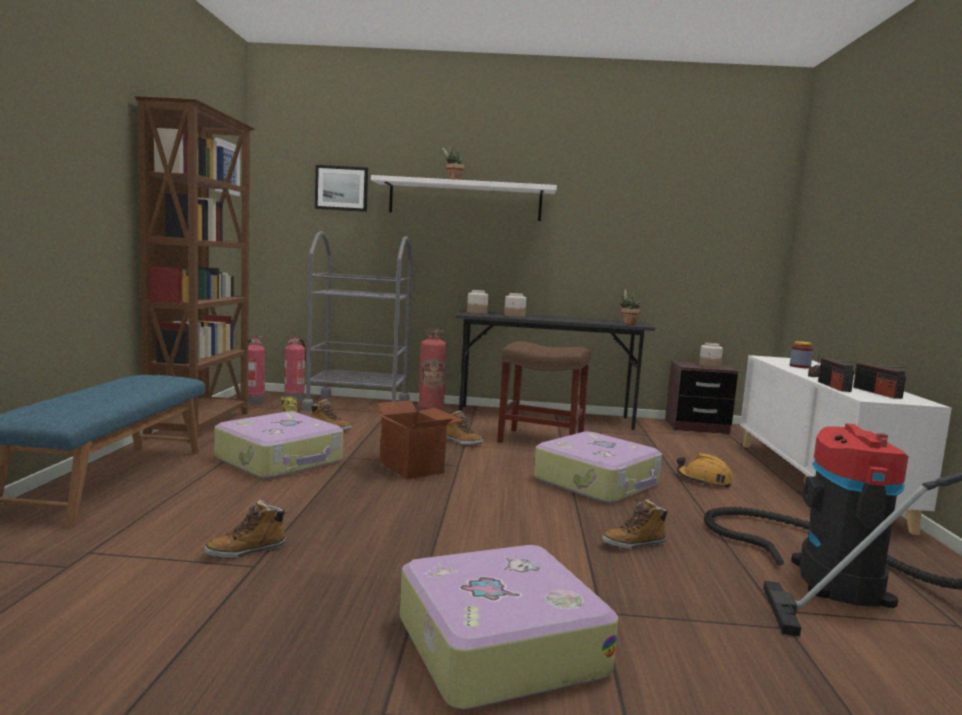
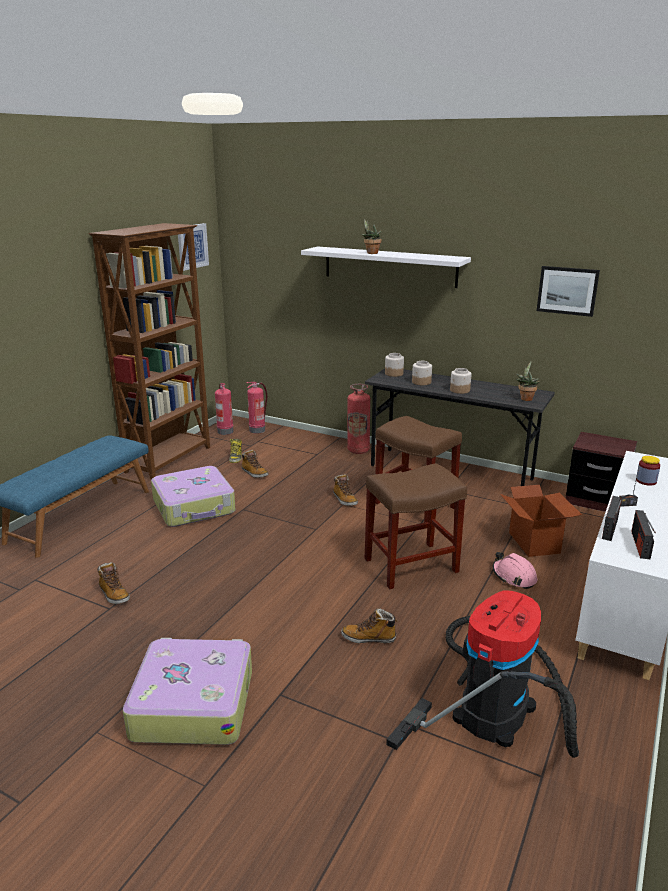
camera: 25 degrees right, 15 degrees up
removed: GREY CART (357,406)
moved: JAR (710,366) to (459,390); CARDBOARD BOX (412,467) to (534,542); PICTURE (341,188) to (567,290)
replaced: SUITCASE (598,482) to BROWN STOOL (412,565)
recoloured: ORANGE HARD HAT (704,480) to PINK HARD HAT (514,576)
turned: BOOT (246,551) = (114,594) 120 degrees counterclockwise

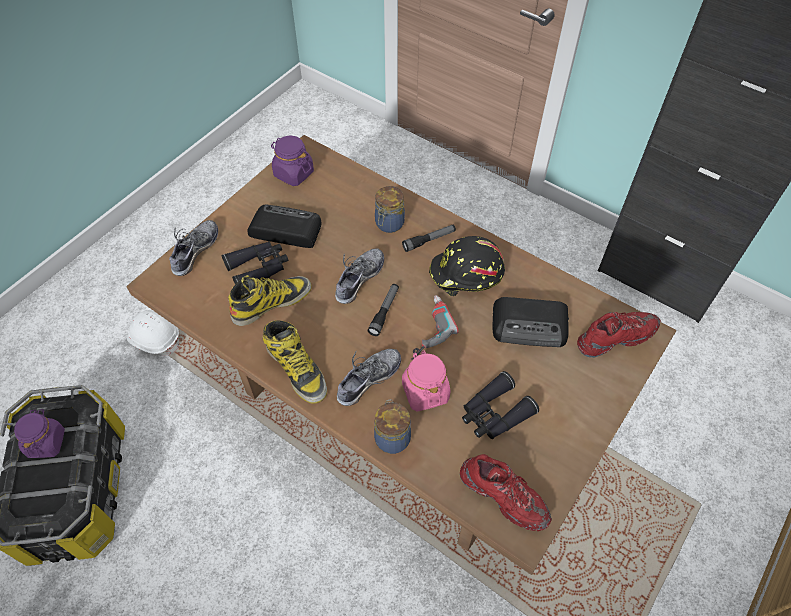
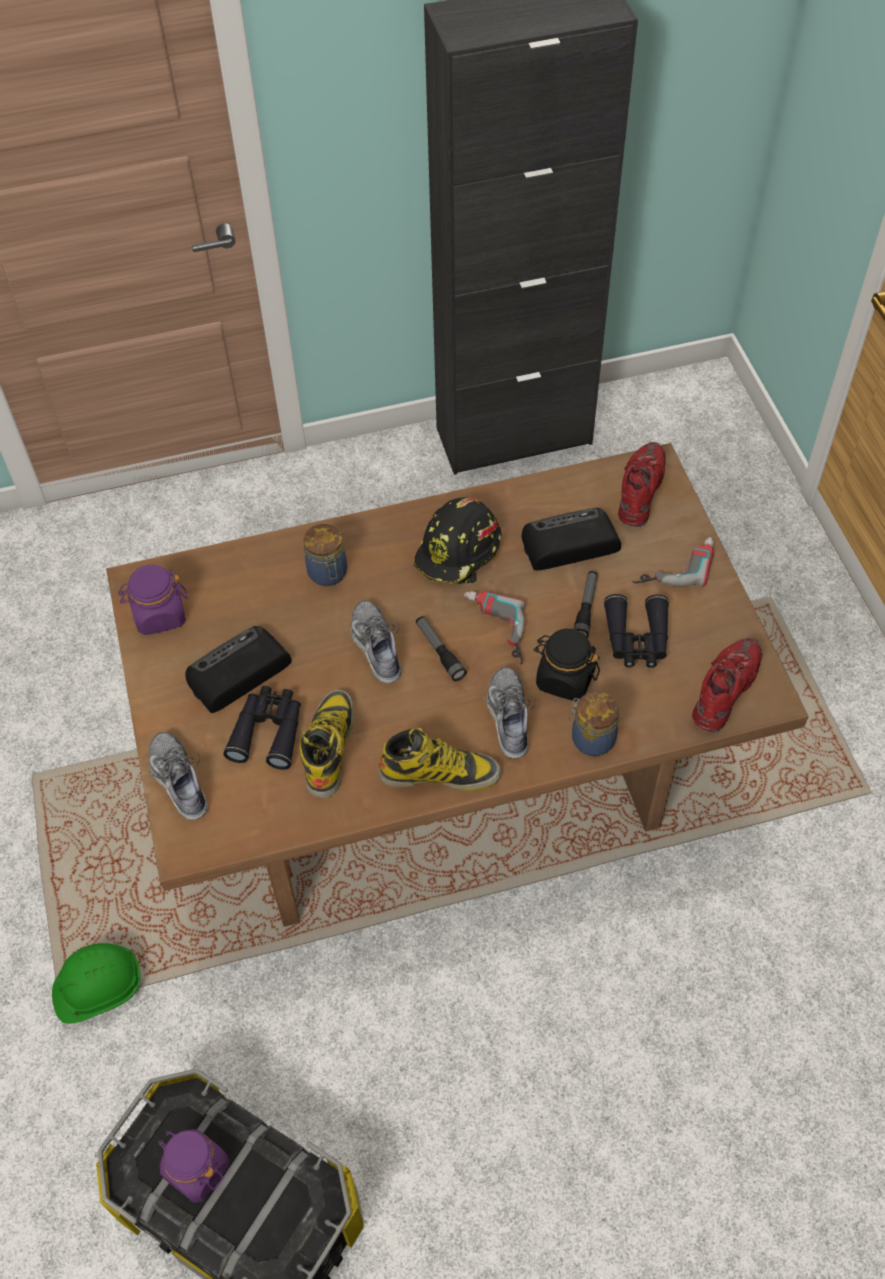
camera: 50 degrees left, 0 degrees up
added: POWER DRILL (674,565)
moved: FLASHLIGHT (429,240) to (586,608)
recoloured: WHITE HARD HAT (155,338) to GREEN HARD HAT (98,988); PINK JAR (425,391) to BLACK JAR (564,679)
turned: RADIO (530,326) = (568,544) 150 degrees counterclockwise; RED SHOE (503,496) = (724,691) 45 degrees counterclockwise

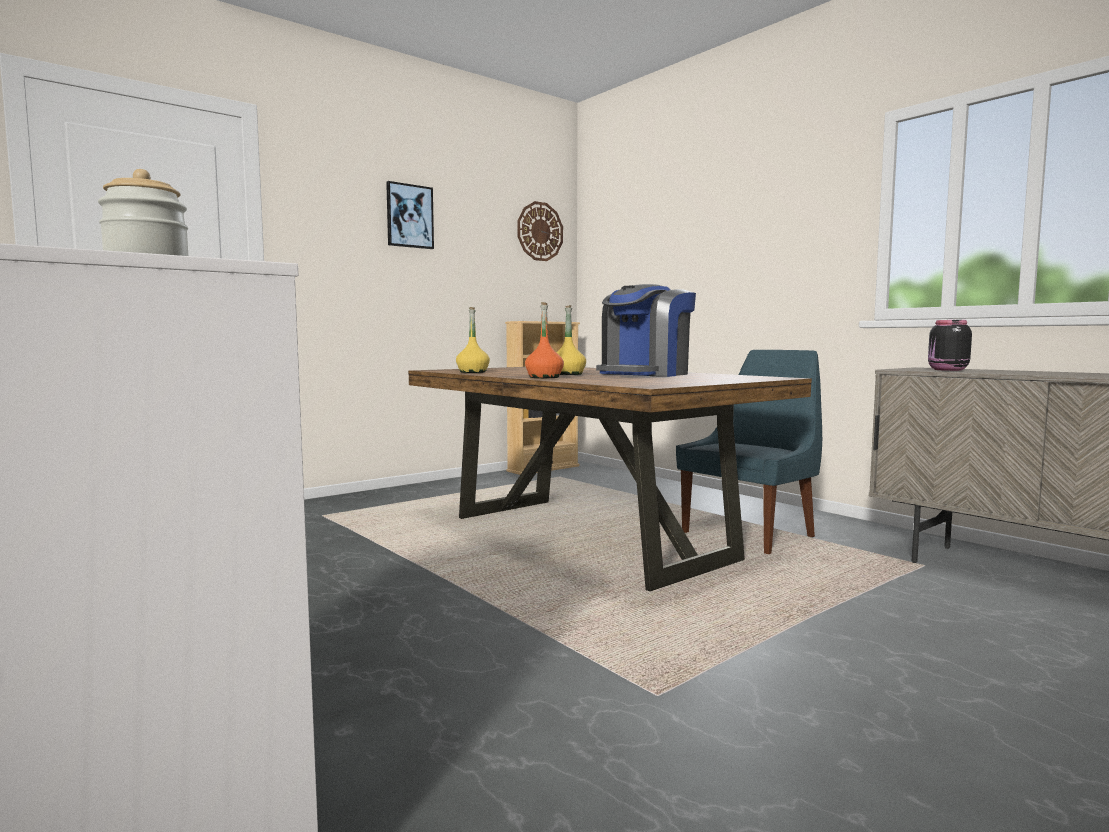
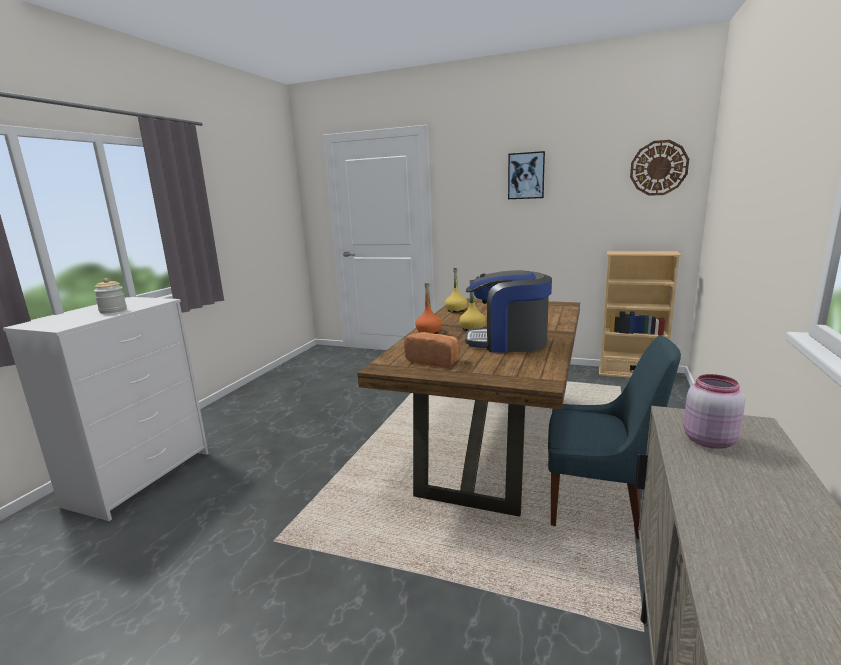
camera: 60 degrees right, 10 degrees up
added: BREAD (435,360)
recoloured: BLACK JAR (947,370) to PINK JAR (707,440)

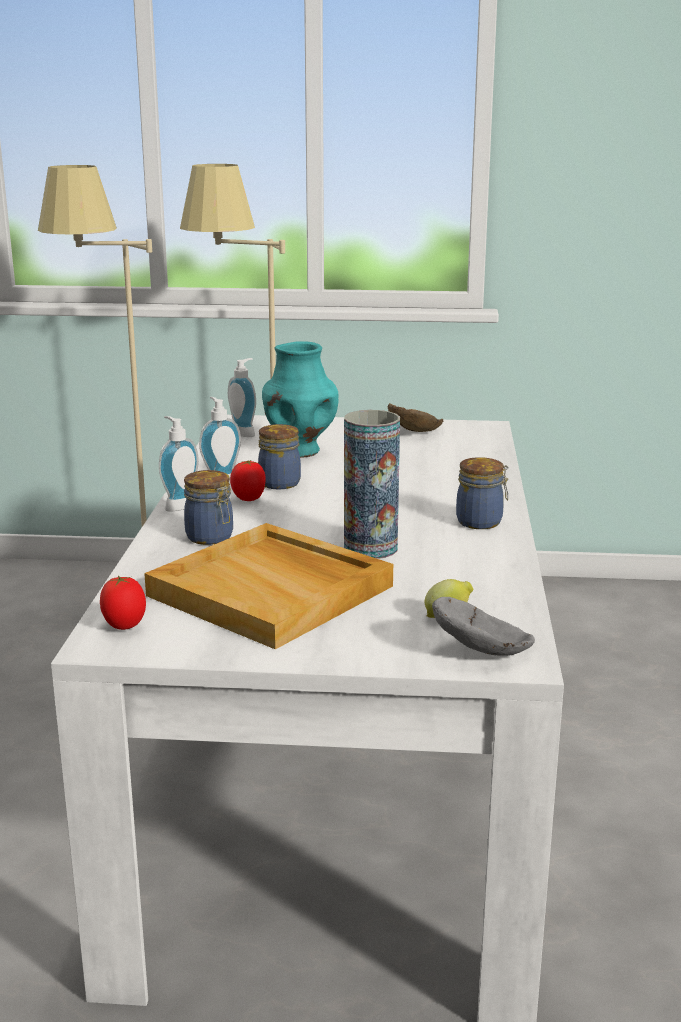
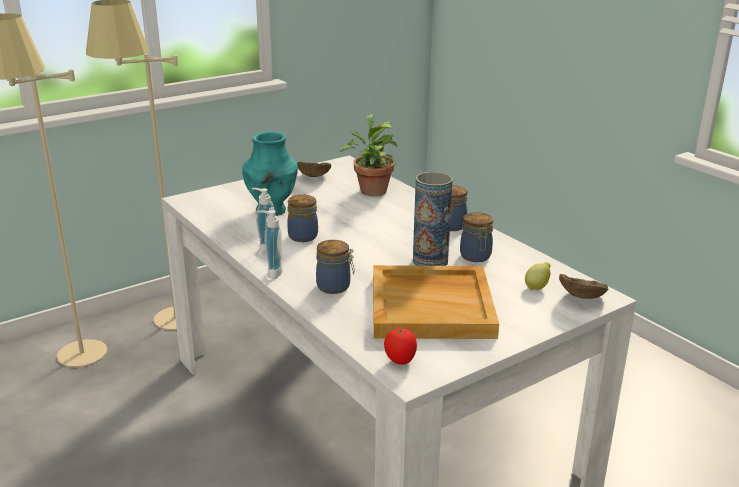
camera: 40 degrees left, 5 degrees up
removed: SOAP DISPENSER (245,433); TOMATO (249,499)
added: POTTED PLANT (371,190); JAR (475,257)
recoloured: GREY BOWL (485,652) to BROWN BOWL (583,298)

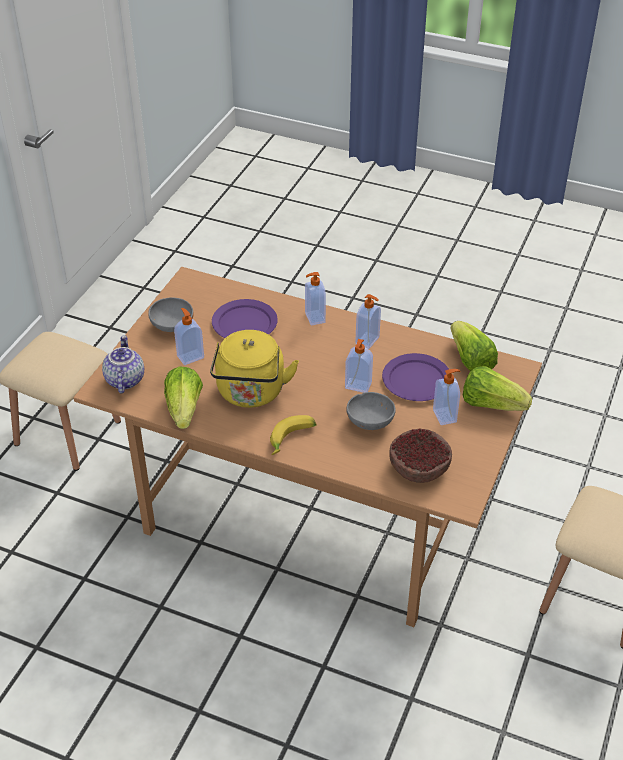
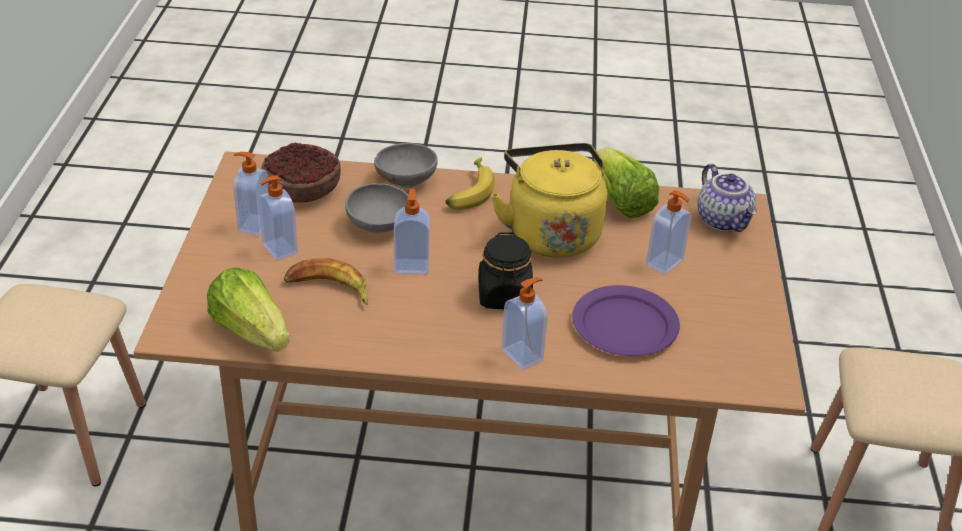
camera: 160 degrees right, 5 degrees down
removed: LETTUCE (491,404)
added: BLACK JAR (504,296)
moved: SOAP DISPENSER (368,340) to (253,225); GREY BOWL (172,327) to (405,180)
replaced: PURPLE PLATE (417,380) to BANANA (328,288)

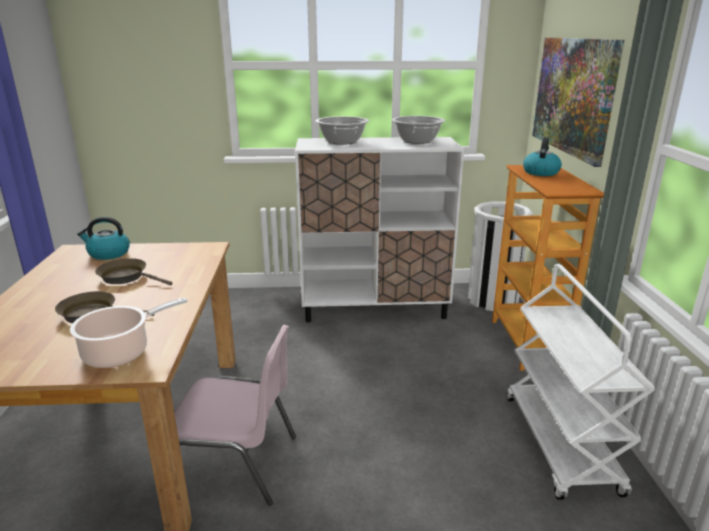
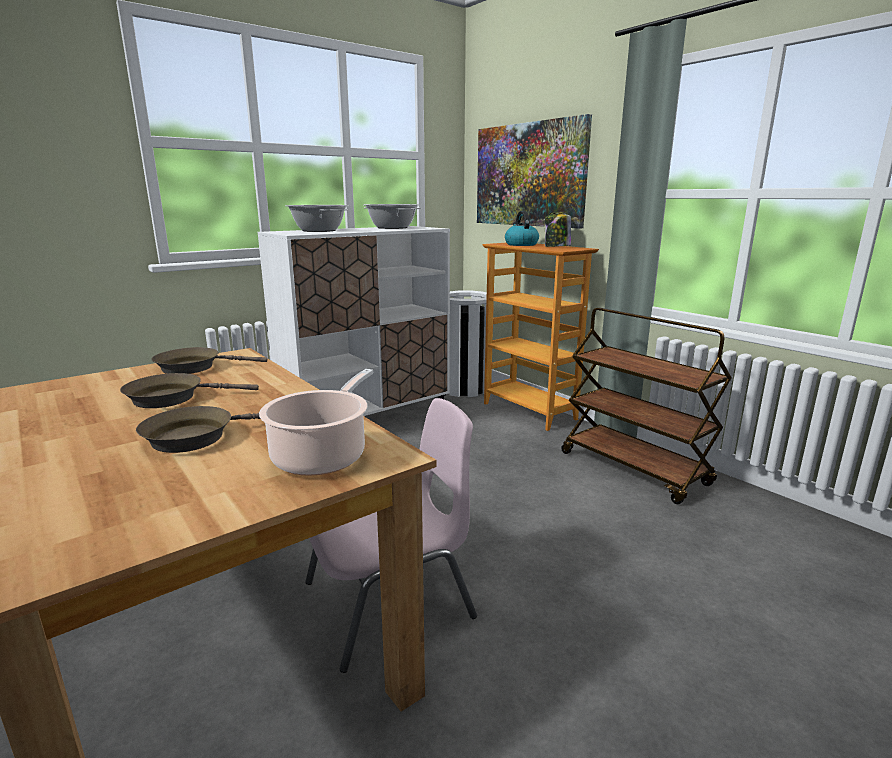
camera: 35 degrees left, 5 degrees down
removed: KETTLE (108,254)
added: BROWN FRYING PAN (194,367); JAR (556,247)
recoloured: WHITE CART (560,444) to BROWN CART (634,469)

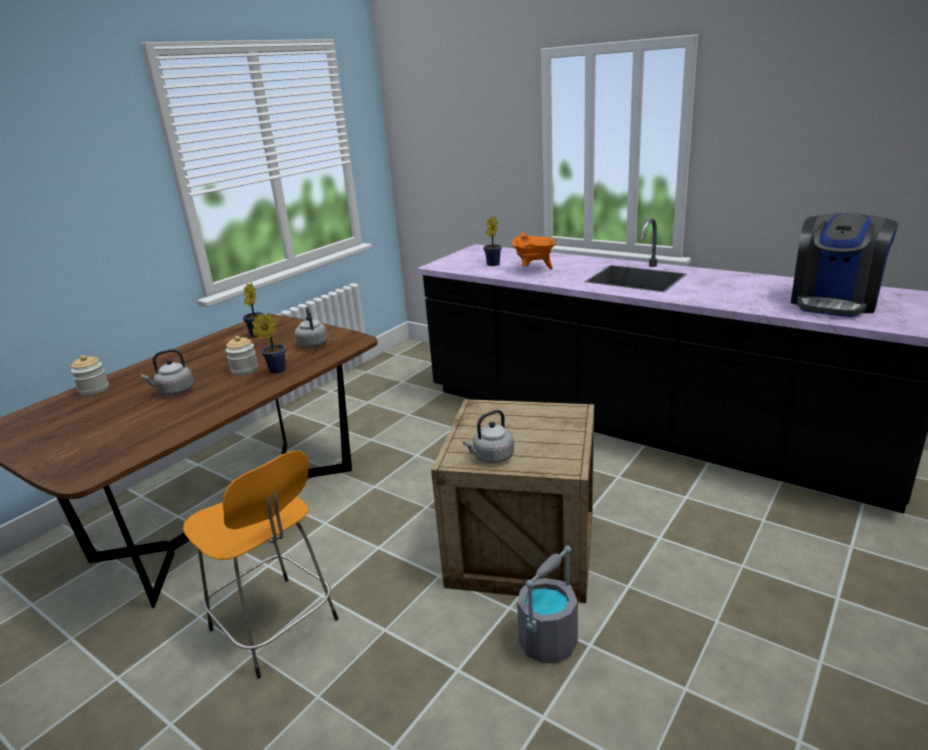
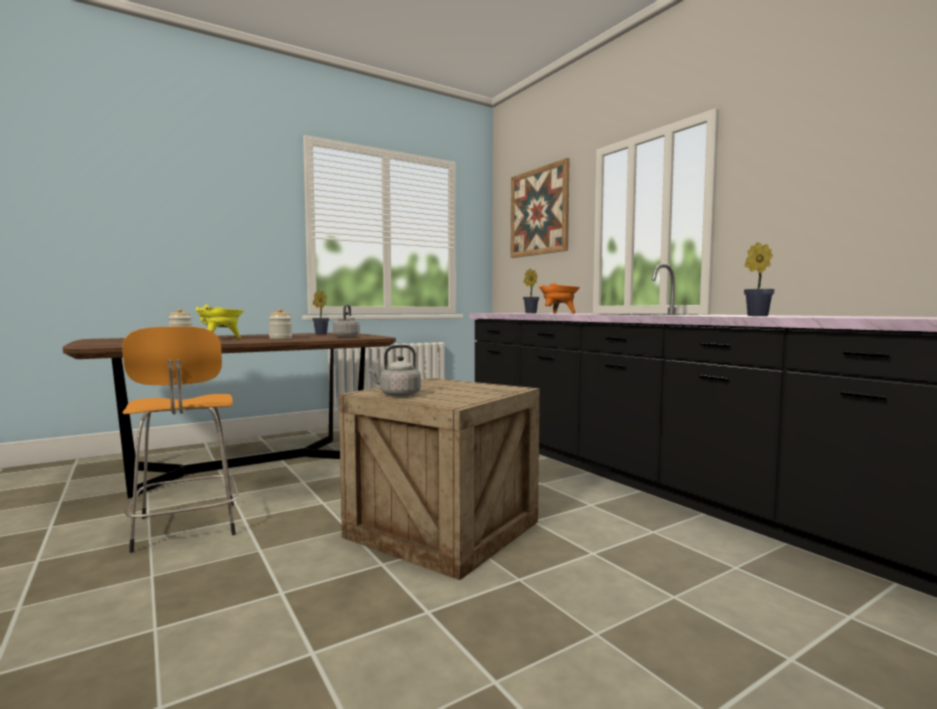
camera: 20 degrees right, 20 degrees down
removed: GREY BUCKET (547,642); COFFEE MACHINE (834,302)
added: PICTURE (539,212)
moved: POTTED PLANT (275,371) to (755,316)
replaced: GREY KETTLE (174,391) to YELLOW COOKING POT (220,339)

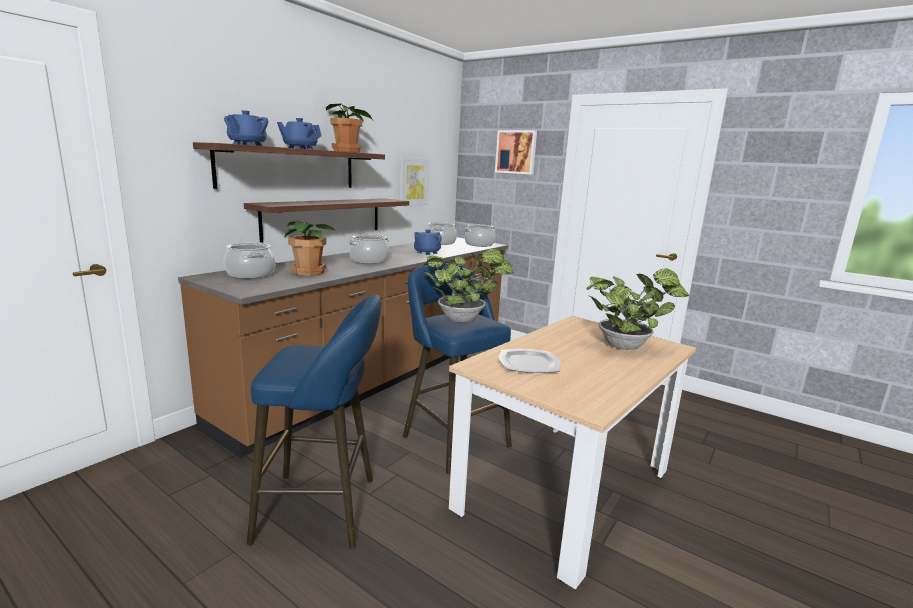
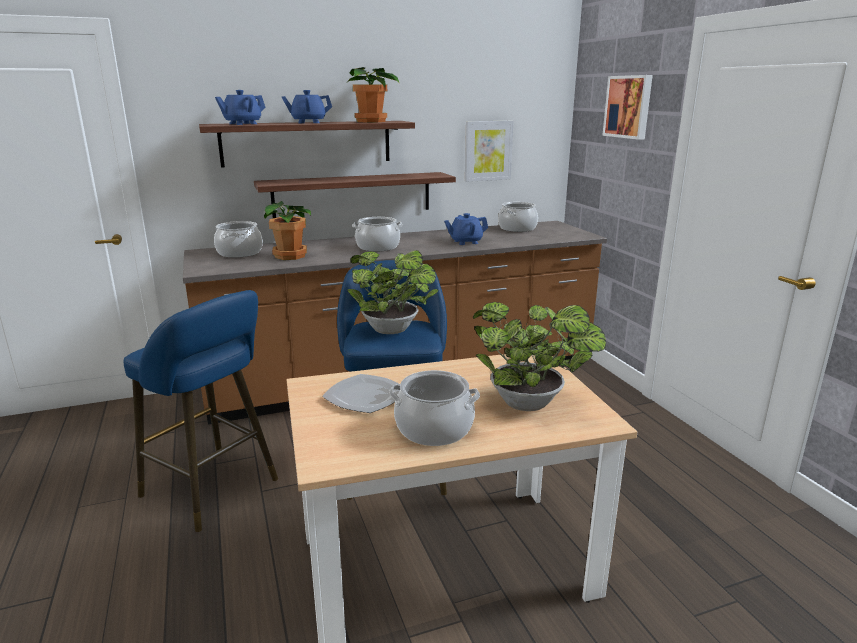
camera: 35 degrees right, 5 degrees up
moved: COOKING POT (479,244) to (434,429)

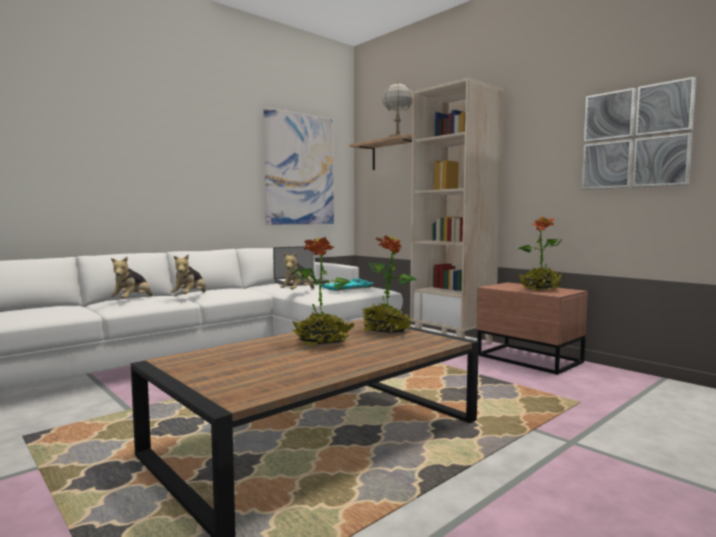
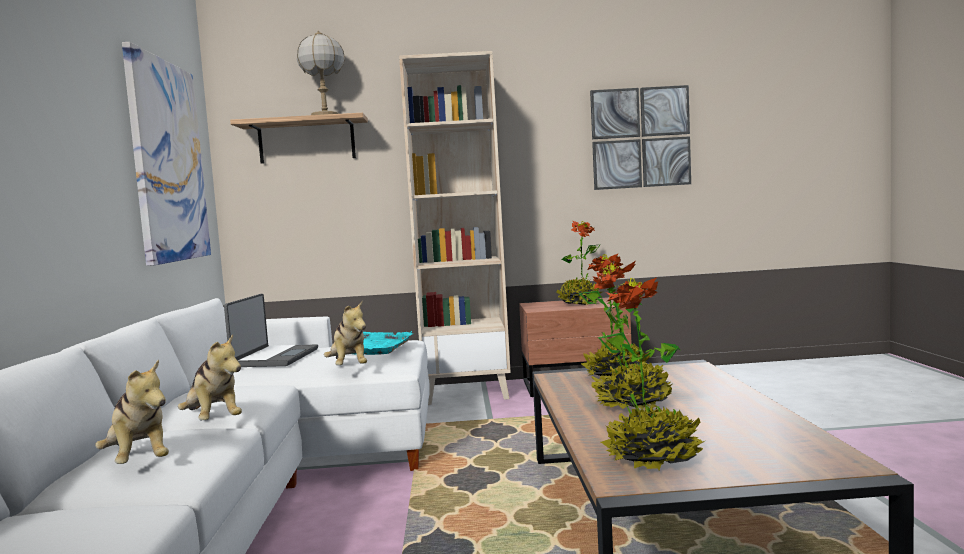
camera: 50 degrees left, 0 degrees up
added: POTTED PLANT (653,458)

